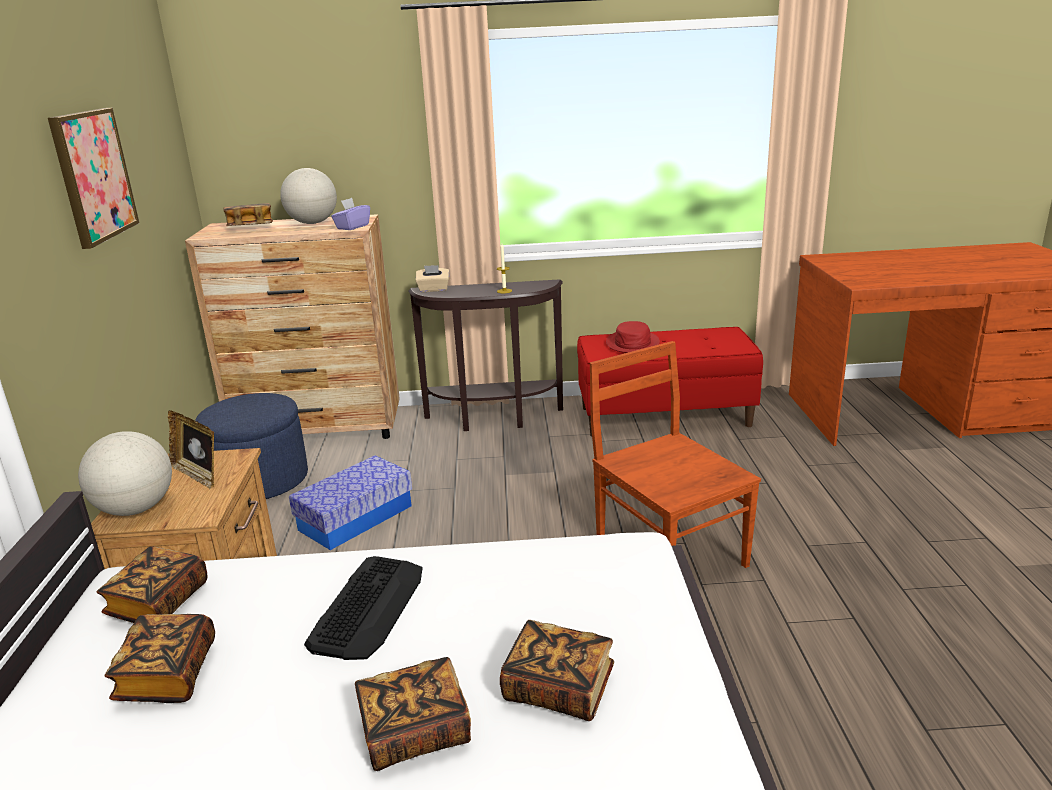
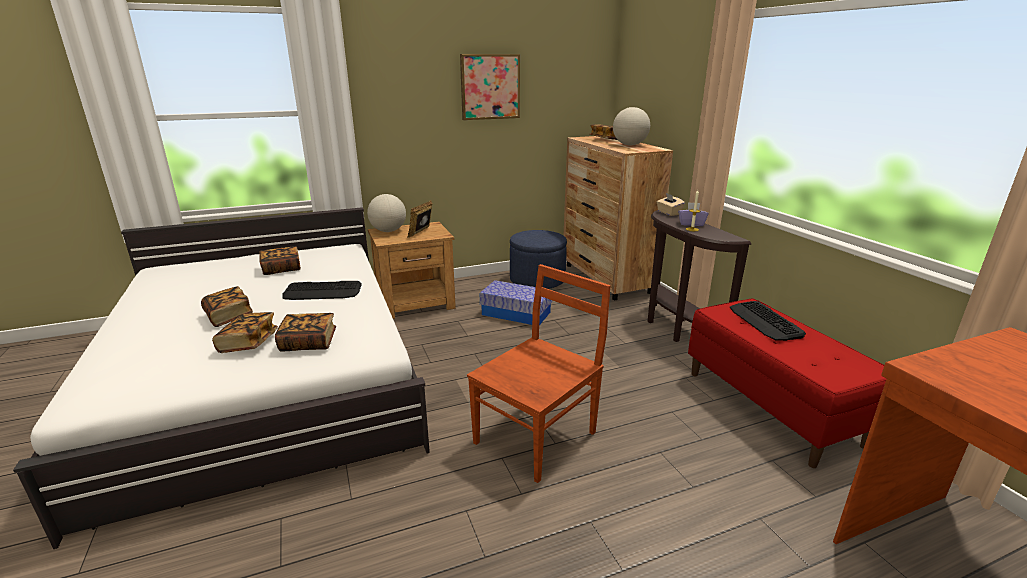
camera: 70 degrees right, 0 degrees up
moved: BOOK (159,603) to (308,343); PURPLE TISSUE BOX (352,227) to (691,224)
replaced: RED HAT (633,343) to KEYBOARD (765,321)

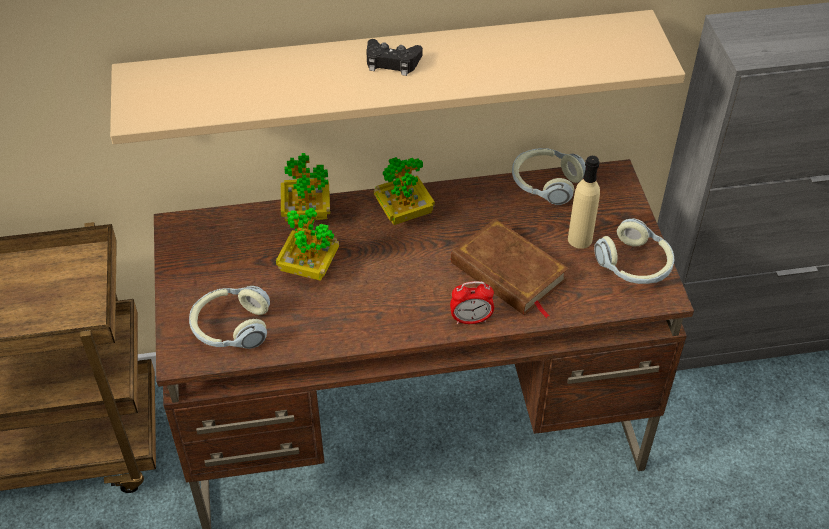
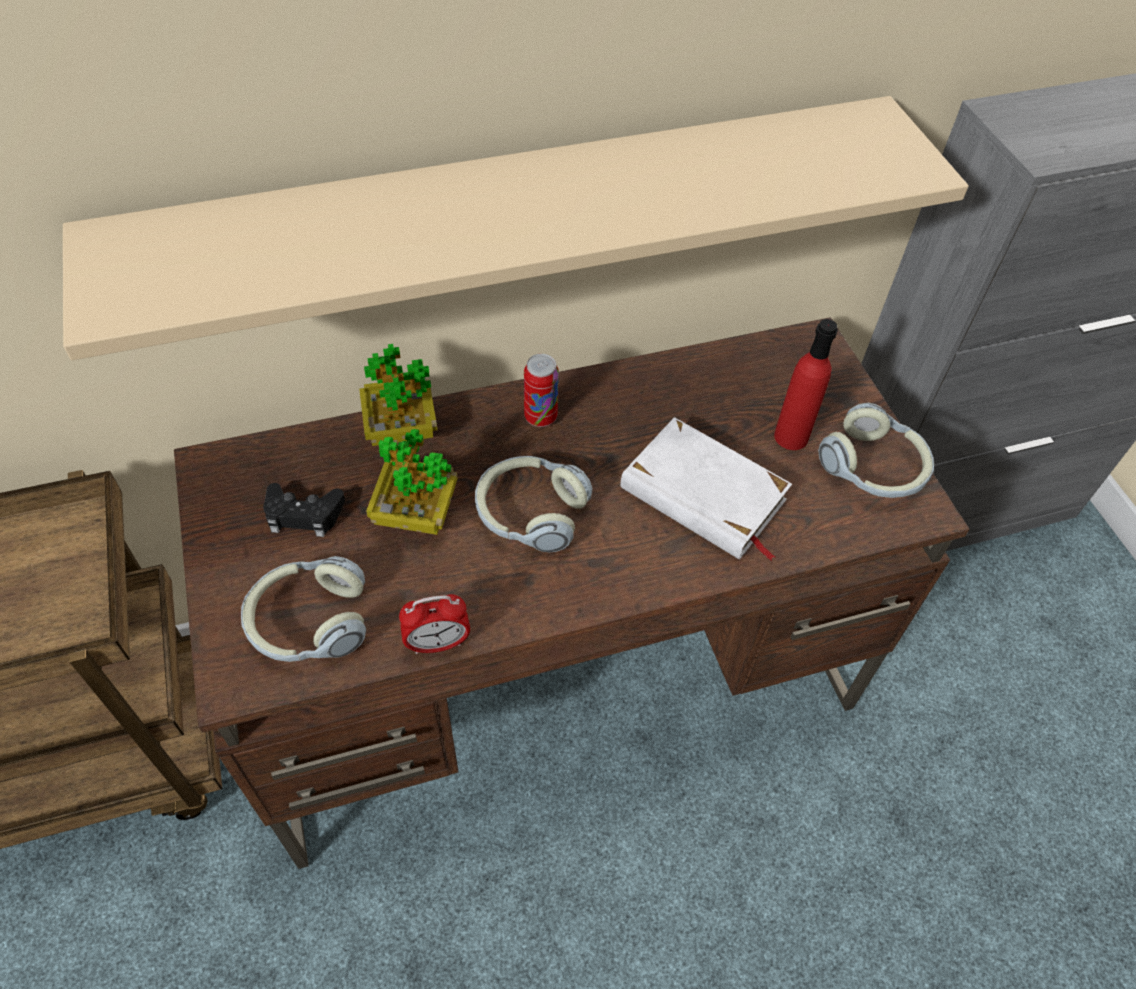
camera: 10 degrees left, 5 degrees up
moved: BLACK GAME CONTROLLER (392,62) to (303,514); ALARM CLOCK (471,319) to (437,643); HEADPHONES (545,183) to (530,513)
replaced: POTTED PLANT (404,212) to CAN (540,417)
recoloured: BROWN BOOK (508,273) to WHITE BOOK (703,495); BEIGE BOTTLE (580,239) to RED BOTTLE (791,436)

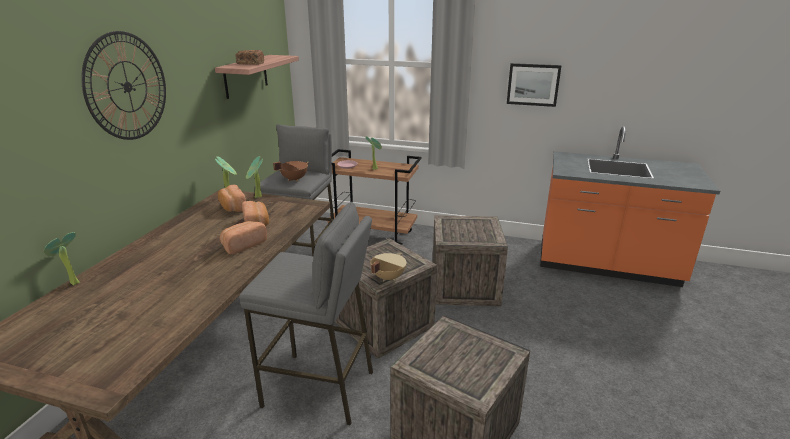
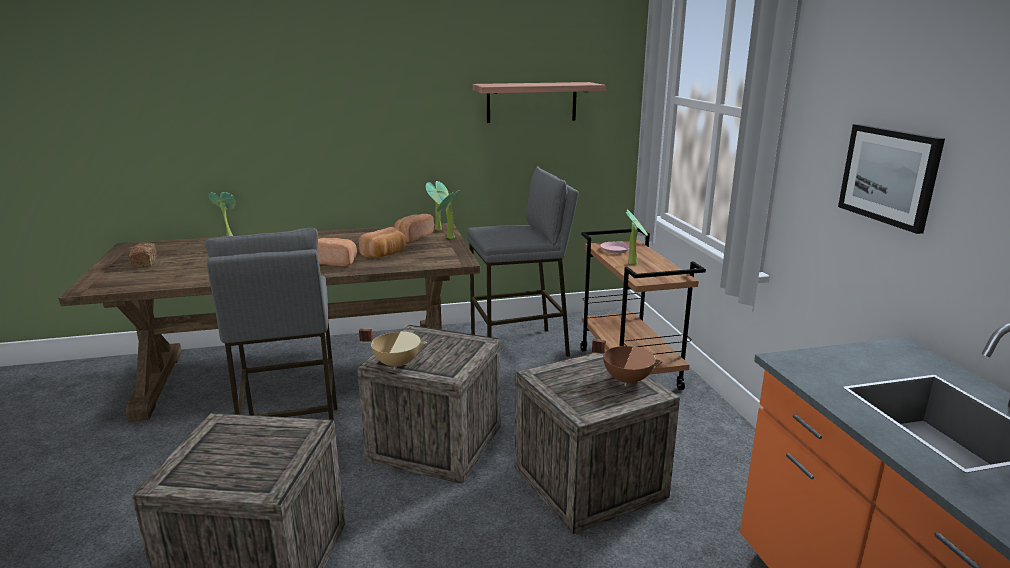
camera: 60 degrees right, 5 degrees down
removed: WALL CLOCK (127,86)
moved: BREAD (250,63) to (144,262); BROWN COOKING POT (294,179) to (627,379)

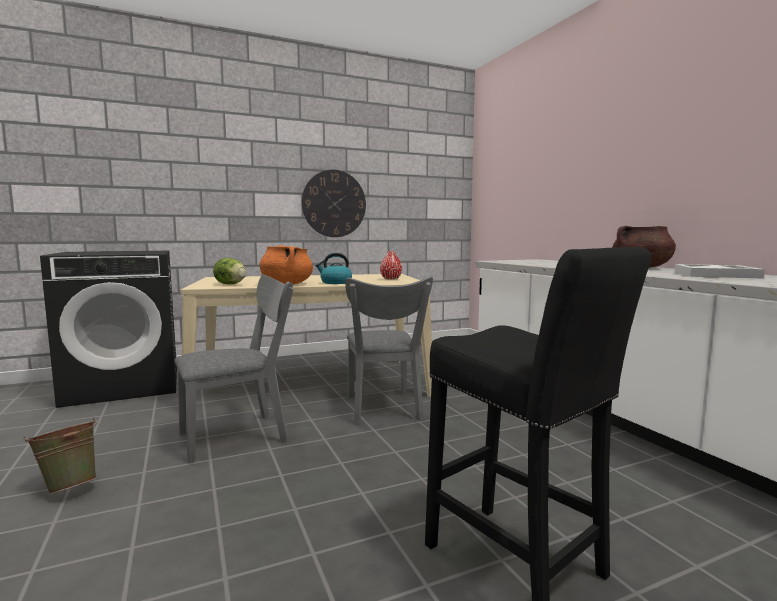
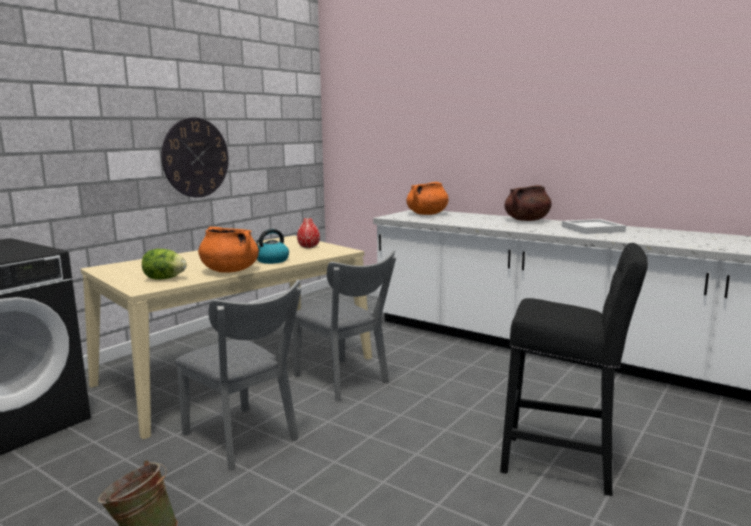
camera: 30 degrees left, 5 degrees up
added: ORANGE COOKING POT (427,214)
turned: GREY CHAIR (241,435) = (244,440) 105 degrees clockwise

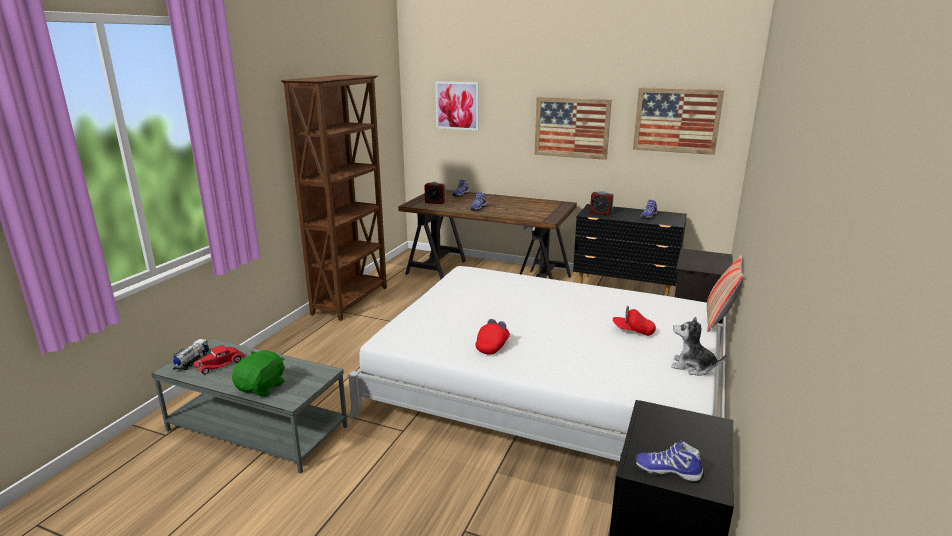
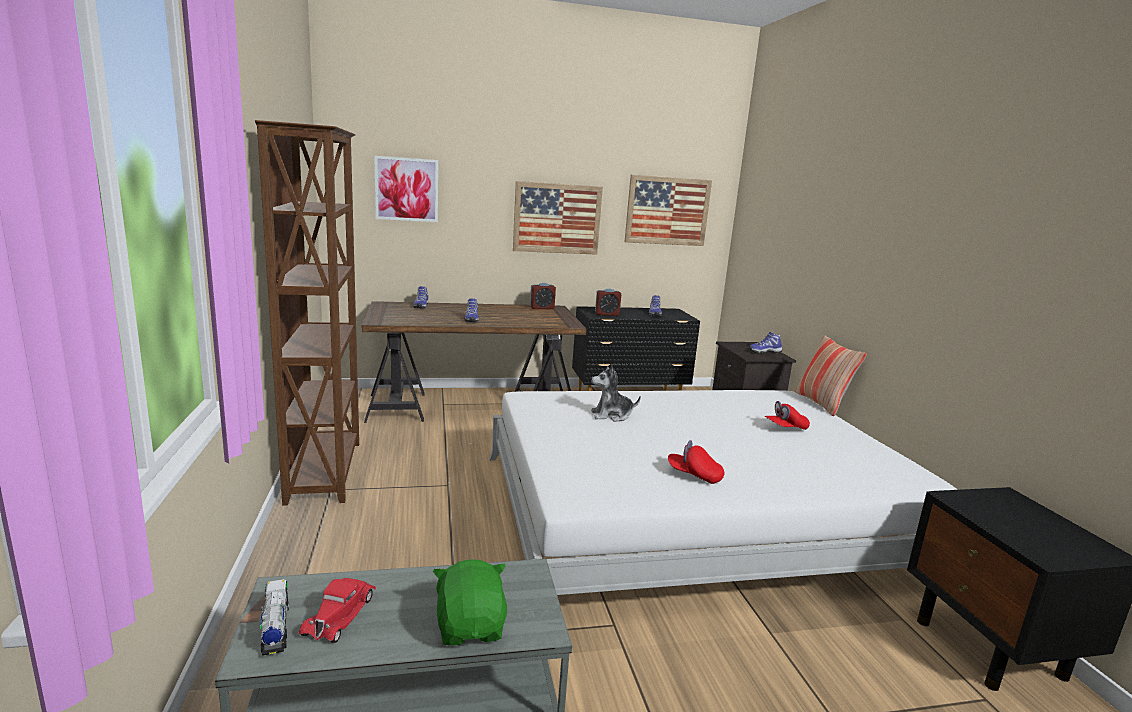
camera: 35 degrees left, 5 degrees down
moved: ALARM CLOCK (435,202) to (542,308); PLUSH TOY (692,367) to (611,415); SHOE (667,471) to (764,352)
turned: RED CAP (492,346) = (694,475) 60 degrees counterclockwise

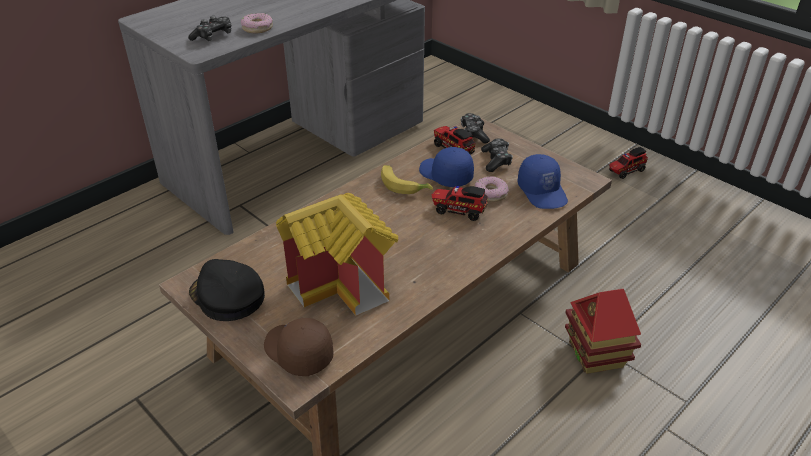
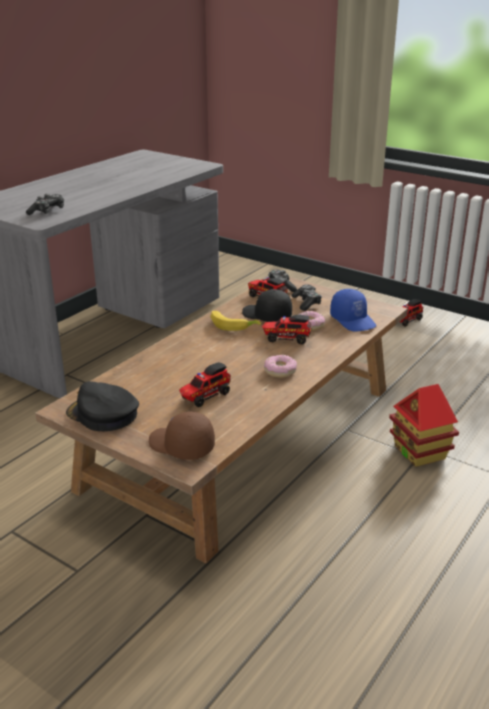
camera: 10 degrees left, 10 degrees down
moved: DONUT (257,28) to (280,371)
replaced: TOY HOUSE (344,284) to TOY TRUCK (204,396)
recoloured: BLUE CAP (445,175) to BLACK CAP (266,316)

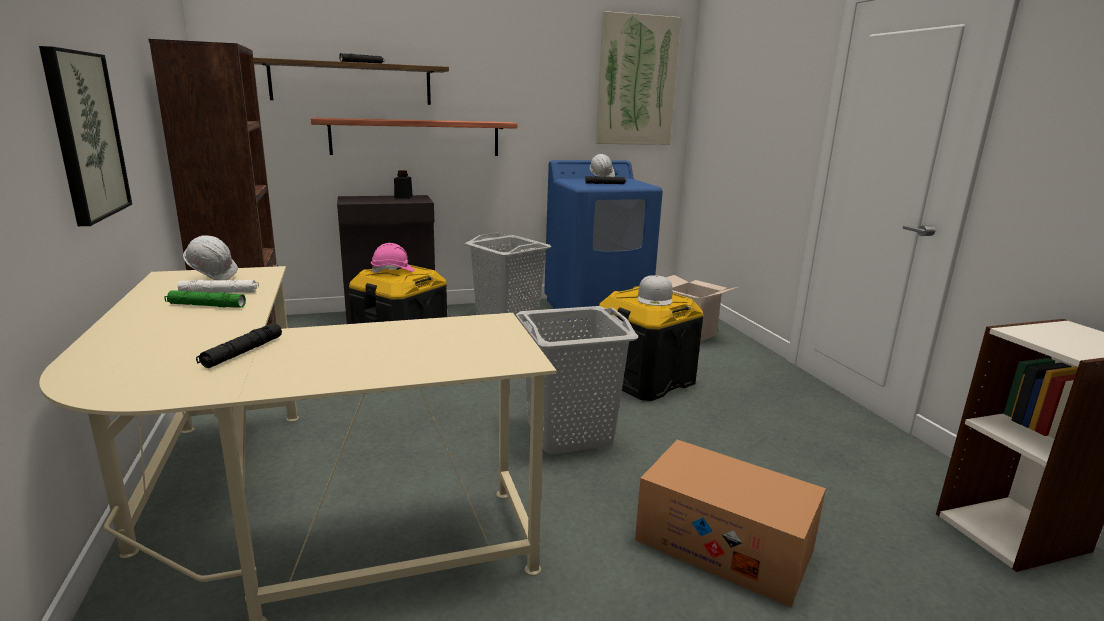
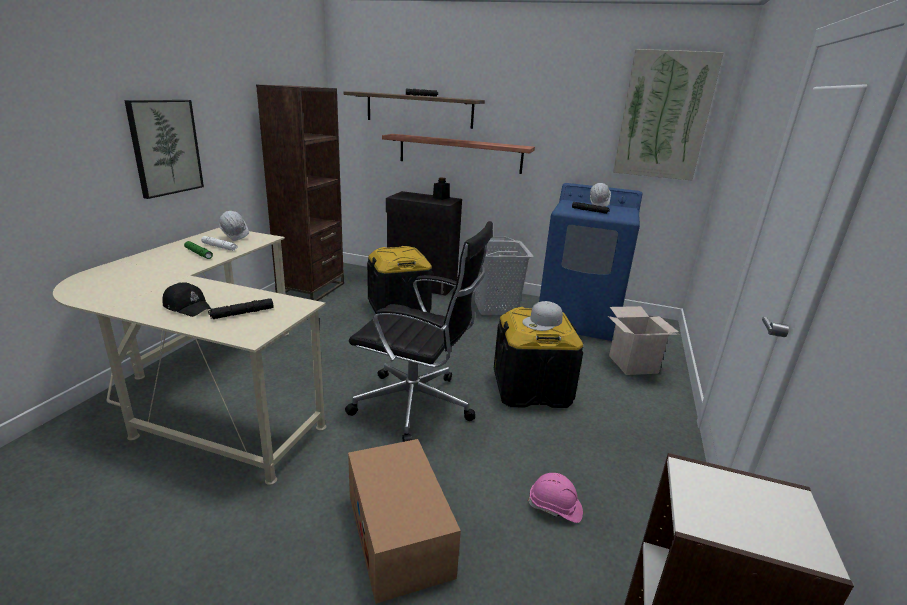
camera: 35 degrees right, 5 degrees up
added: BLACK CAP (188,307)
moved: BLACK FLASHLIGHT (242,352) to (242,313); PINK HARD HAT (393,271) to (555,507)
replaced: GREY LAUNDRY BASKET (570,434) to BLACK OFFICE CHAIR (416,406)

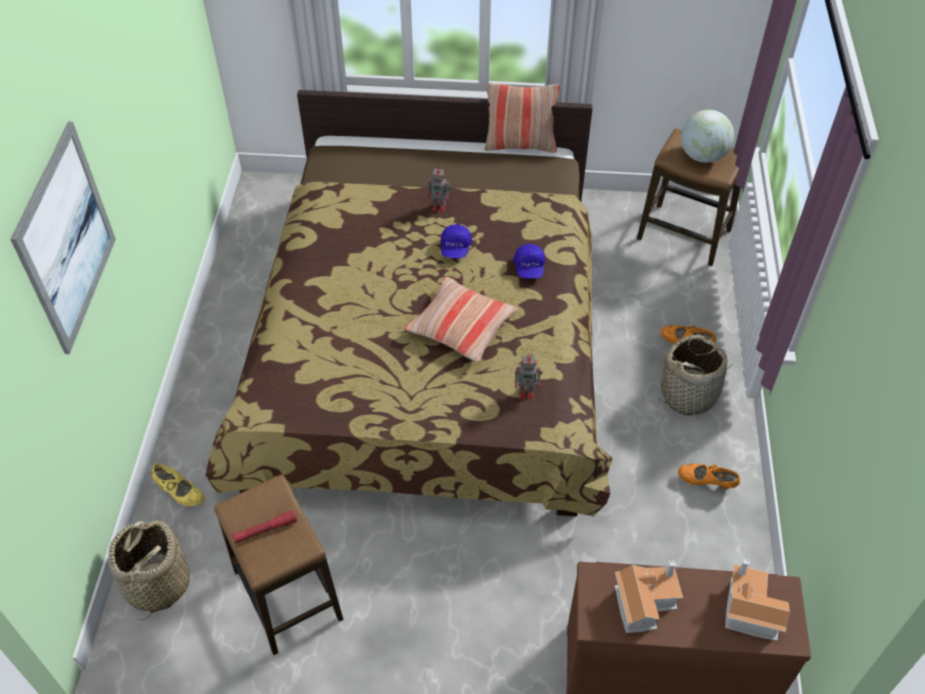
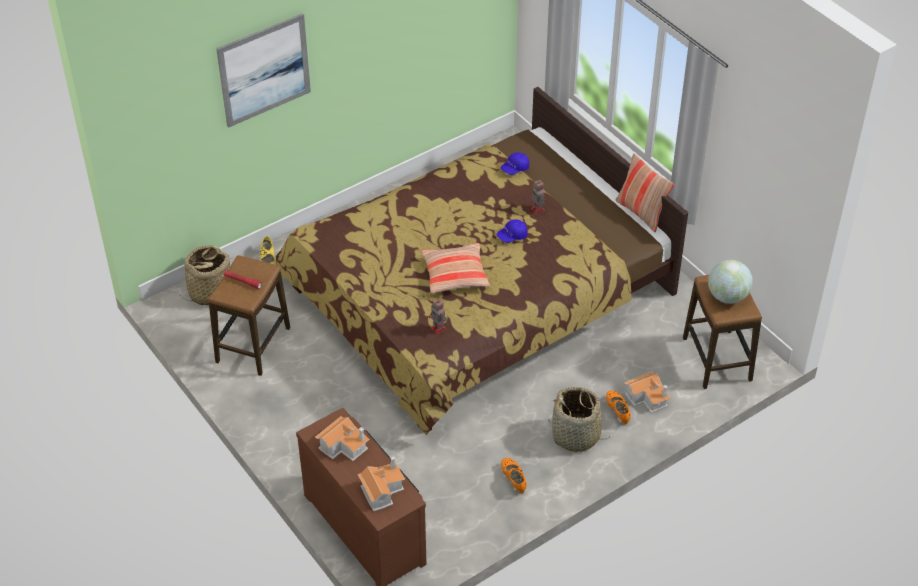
camera: 50 degrees right, 5 degrees down
added: TOY HOUSE (648,398)
moved: BLUE CAP (529,268) to (515,169)

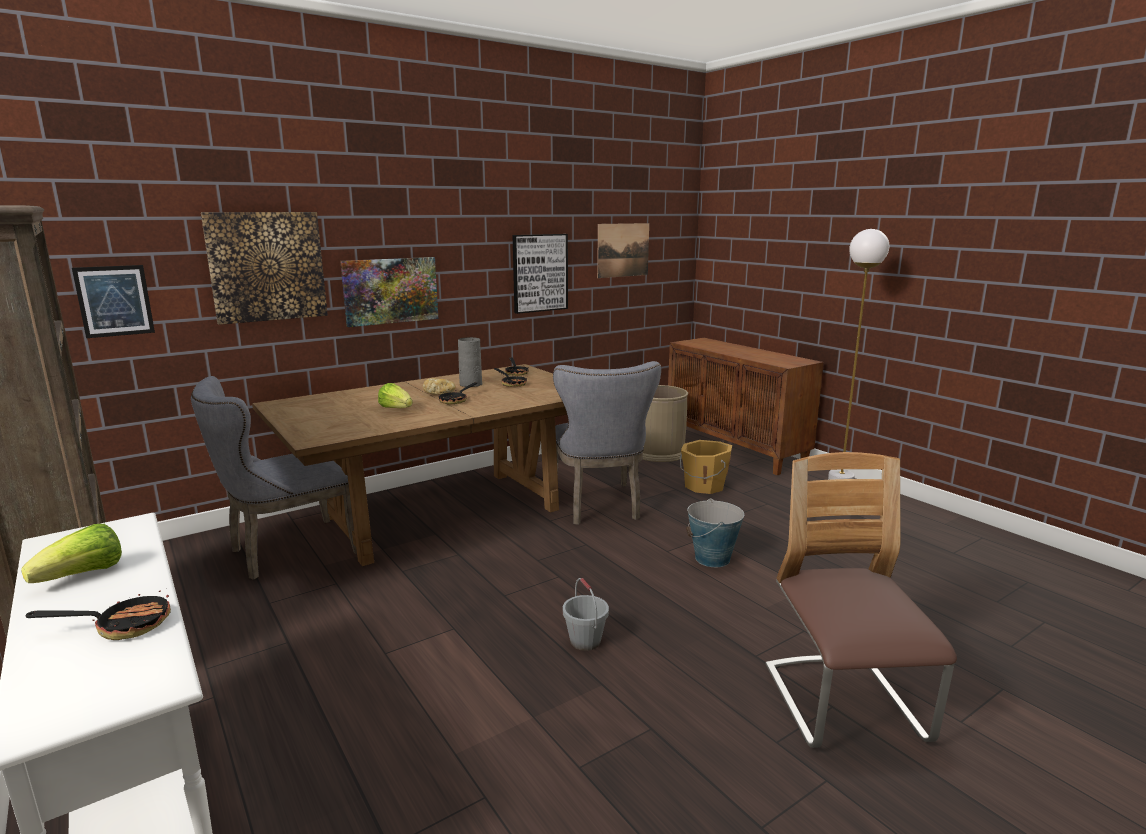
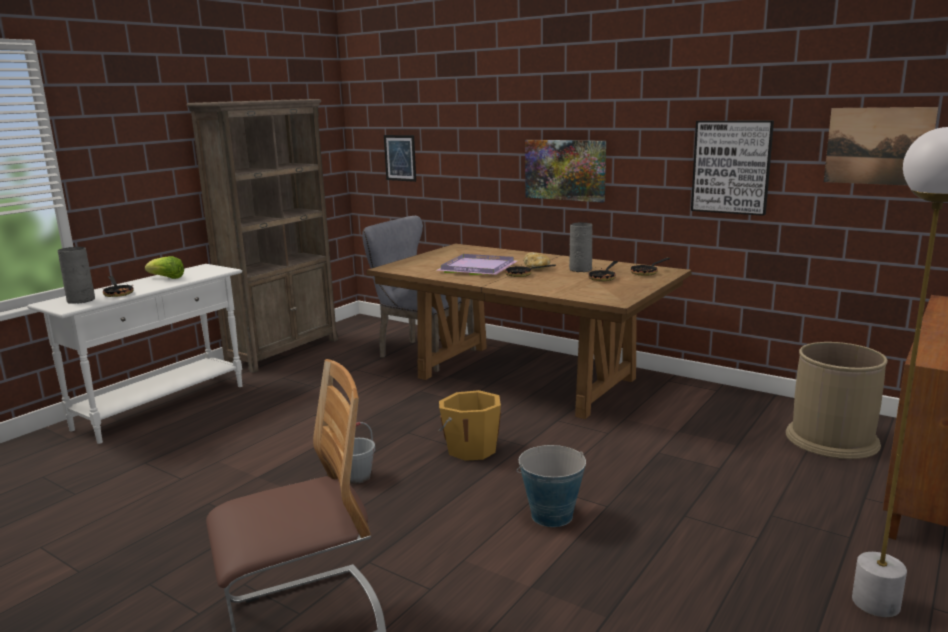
camera: 70 degrees right, 0 degrees up
removed: PICTURE (267,266); GREY CHAIR (599,506)
added: GREY VASE (81,300)
moved: ORANGE BUCKET (703,486) to (470,448)
replaced: LETTUCE (396,409) to PURPLE TRAY (479,268)

